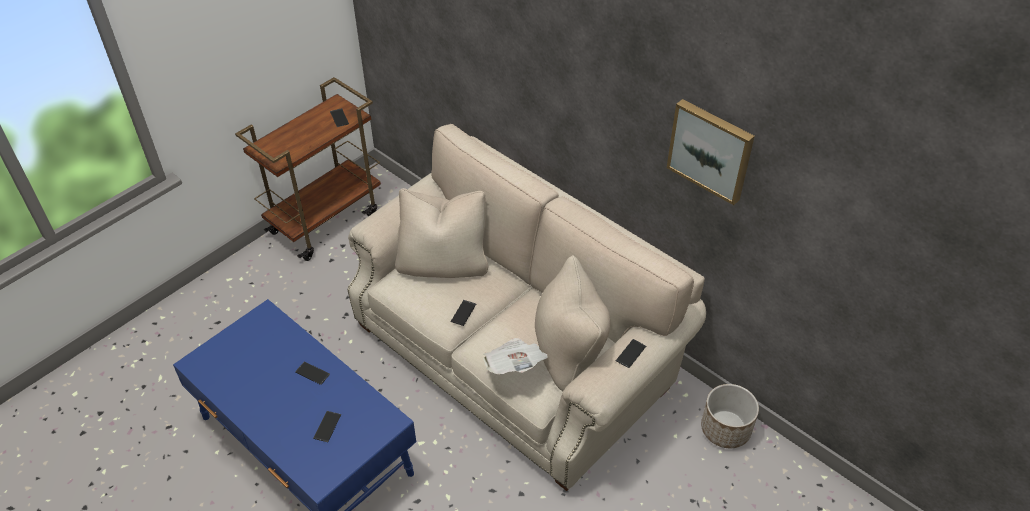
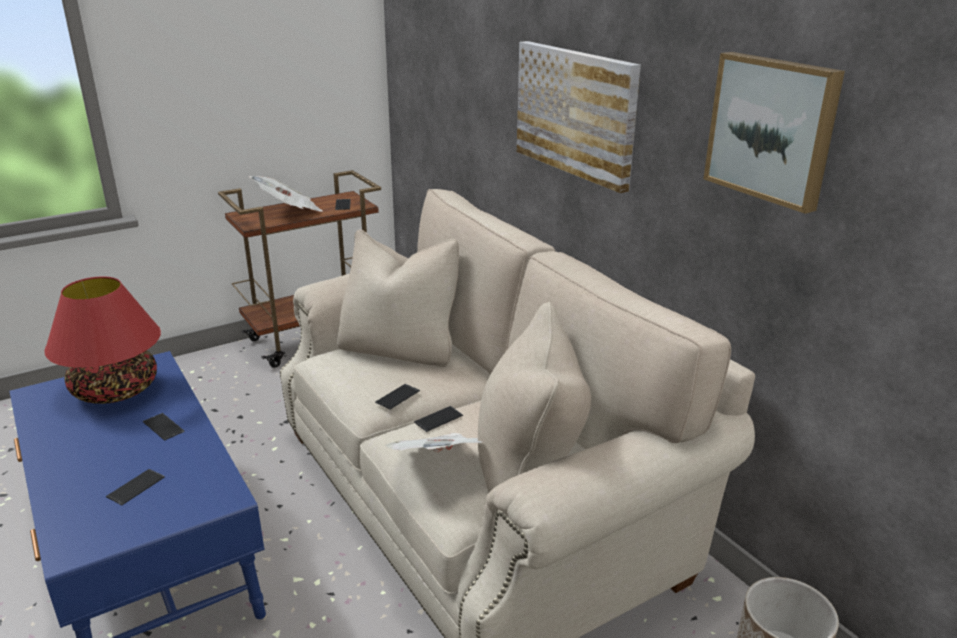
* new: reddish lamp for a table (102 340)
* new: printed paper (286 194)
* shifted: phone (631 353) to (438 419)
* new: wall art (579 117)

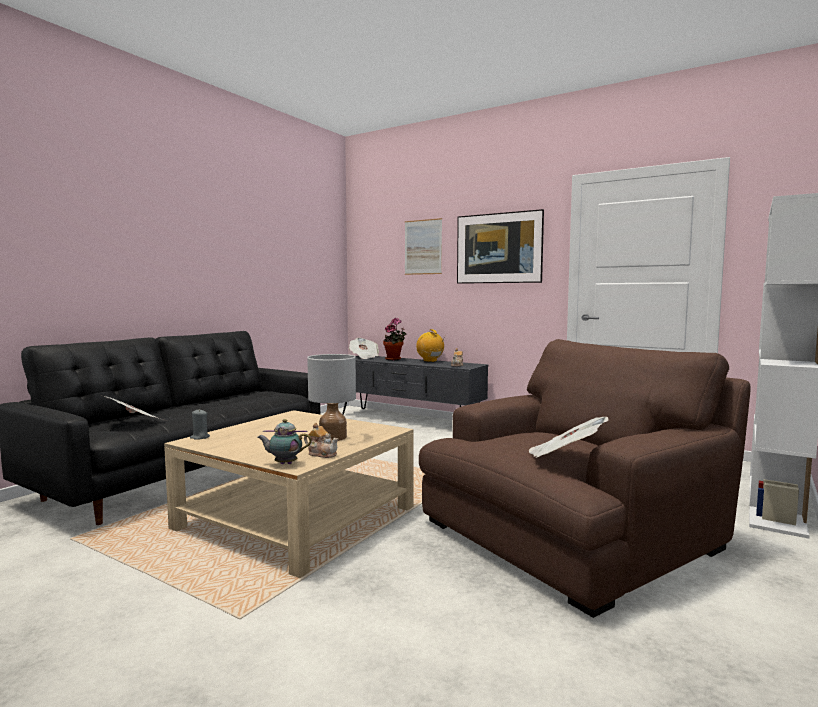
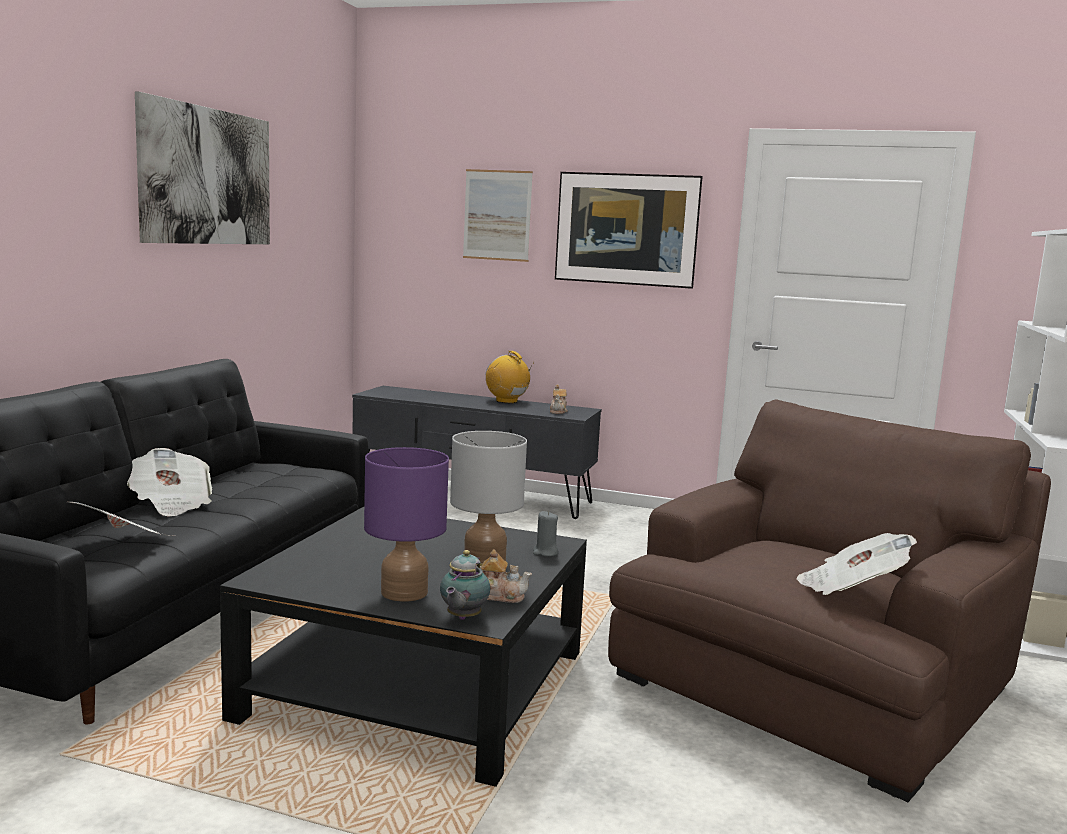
* shifted: printed paper (364 348) to (169 482)
* new: wall art (202 167)
* repainted: beige coffee table (288 494) to blackish coffee table (403 647)
* new: purple lamp for a table (406 524)
* rotated: pot for tea (284 441) = (465 585) 60 degrees counterclockwise
* shifted: gray wax light (200 425) to (546 533)
* gone: plant in a pot (395 339)

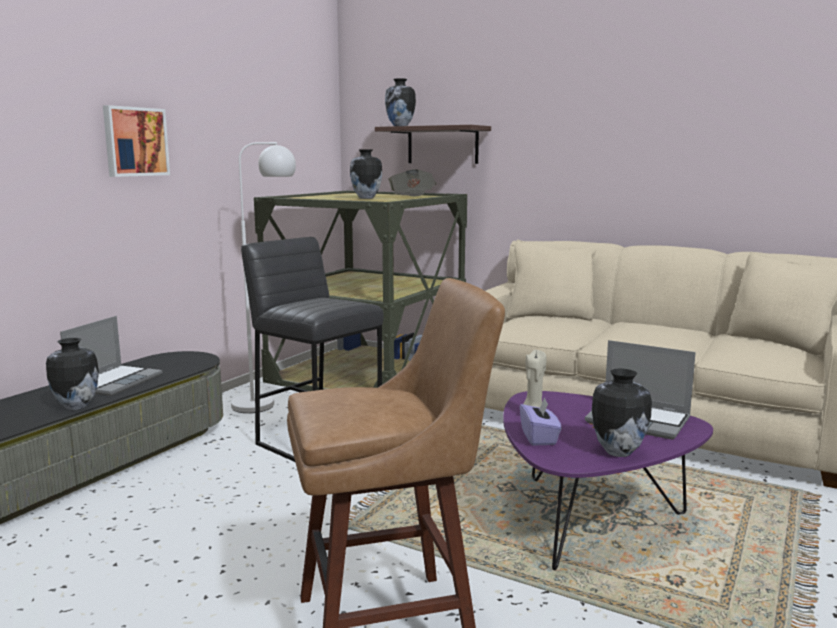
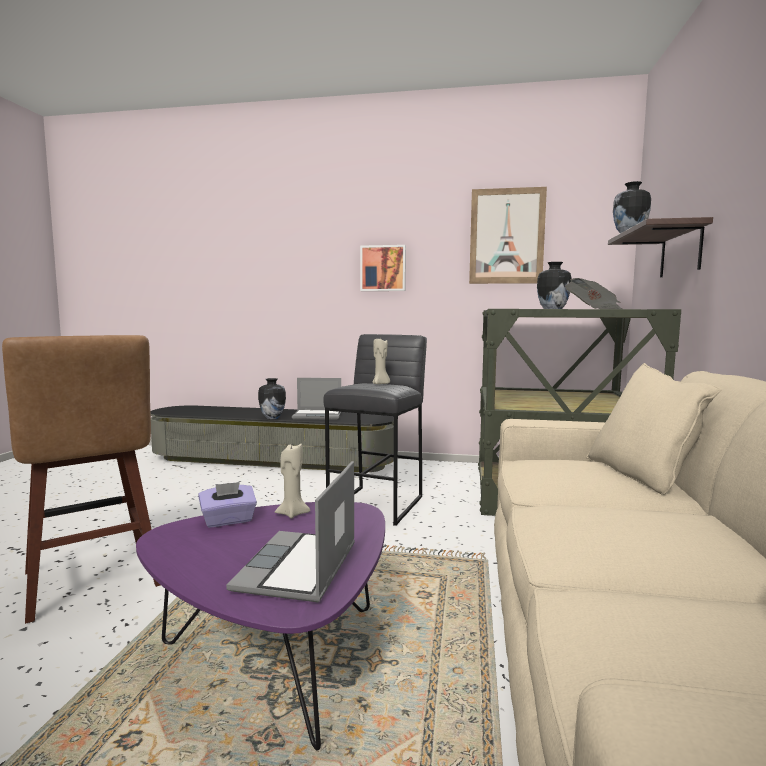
* new: beige wax light (381 361)
* new: wall art (508 235)
* gone: whitish standard lamp (263 277)
* gone: decorative vase (622 413)

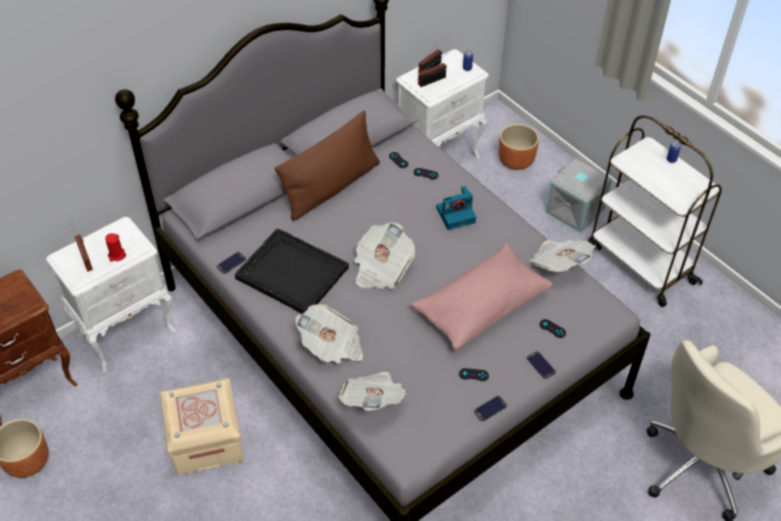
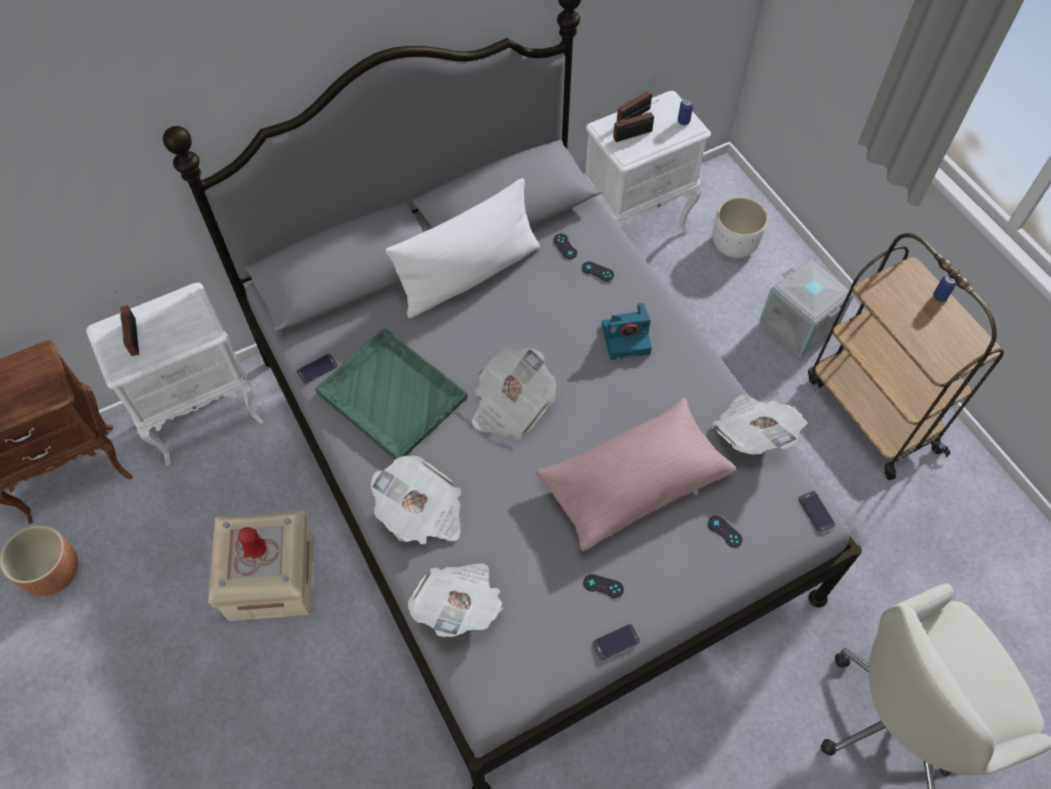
* shifted: reddish wax light (115 247) to (252 542)
* repainted: blackish carrying tray (291 271) to greenish carrying tray (391 394)
* repainted: brownish cushion (327 166) to whitish cushion (462 248)
* repainted: brownish plant pot (519 147) to whitish plant pot (740 227)
* shifted: phone (541 365) to (816 511)
* repainted: whitish cart (655 211) to brownish cart (906 356)

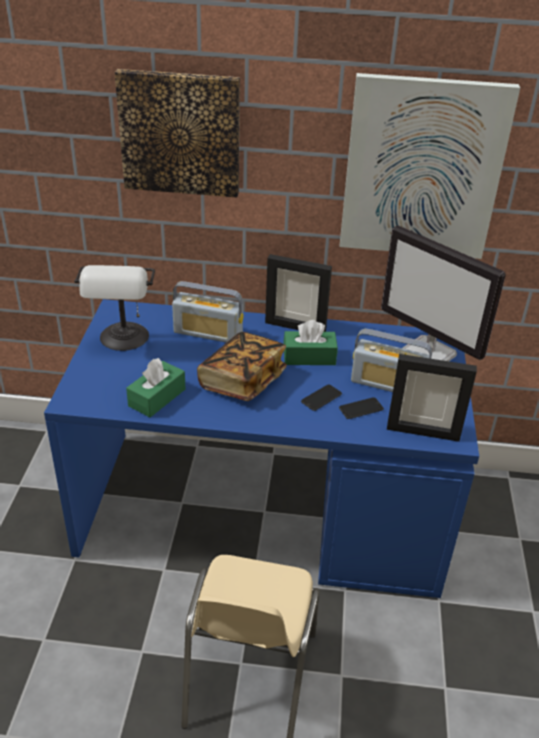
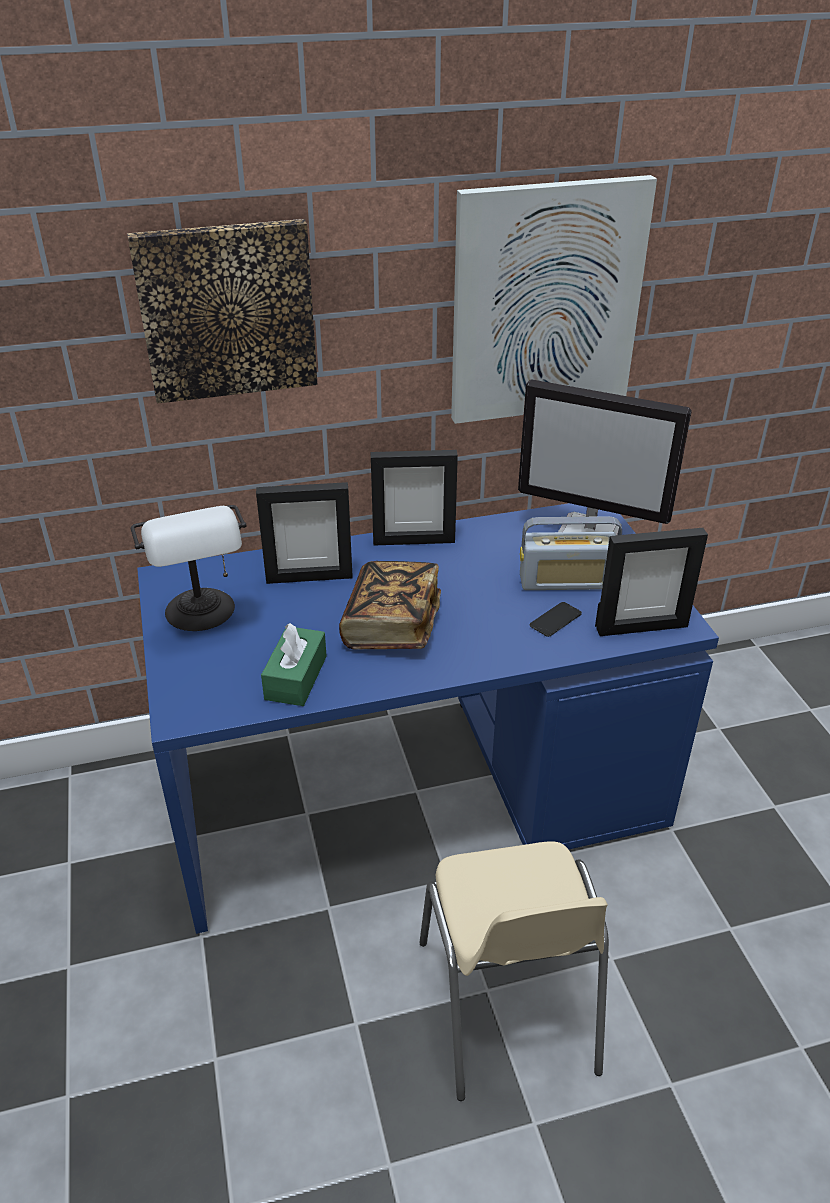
* swapped: radio receiver (208 312) to photo frame (304 533)
* gone: greenish tissue holder (310 342)
* gone: phone (321 397)

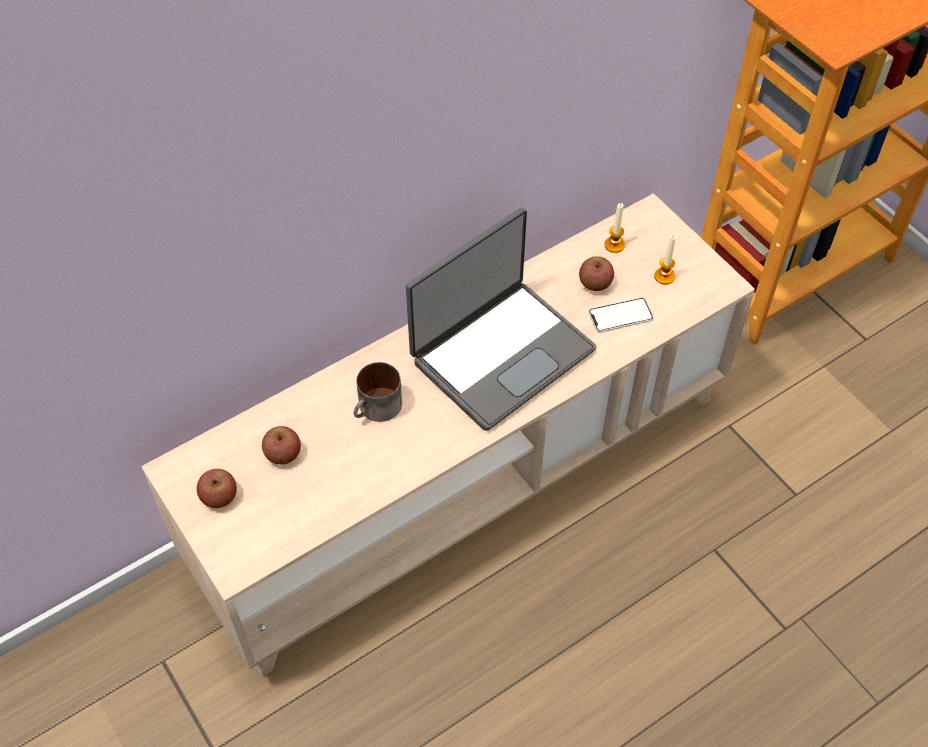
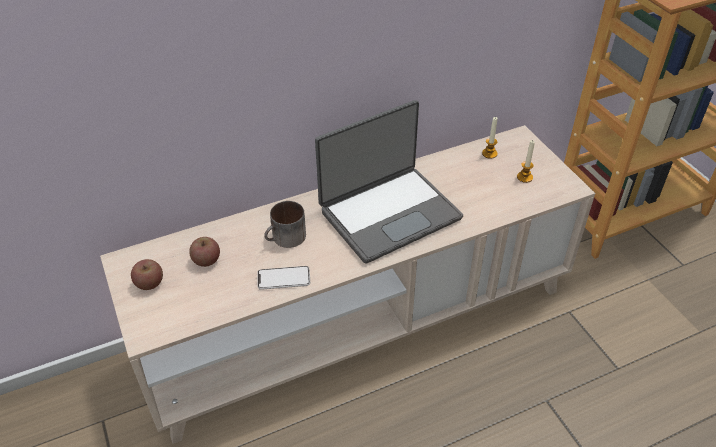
* shifted: phone (621 315) to (283 278)
* gone: apple fruit (596 273)

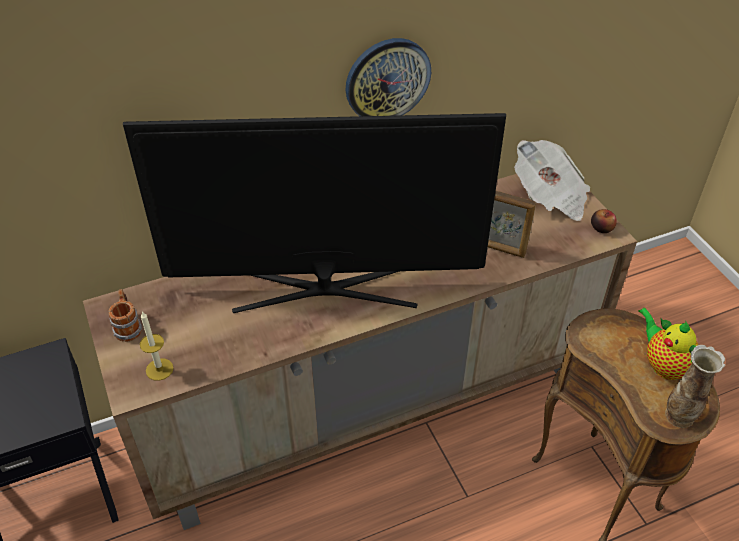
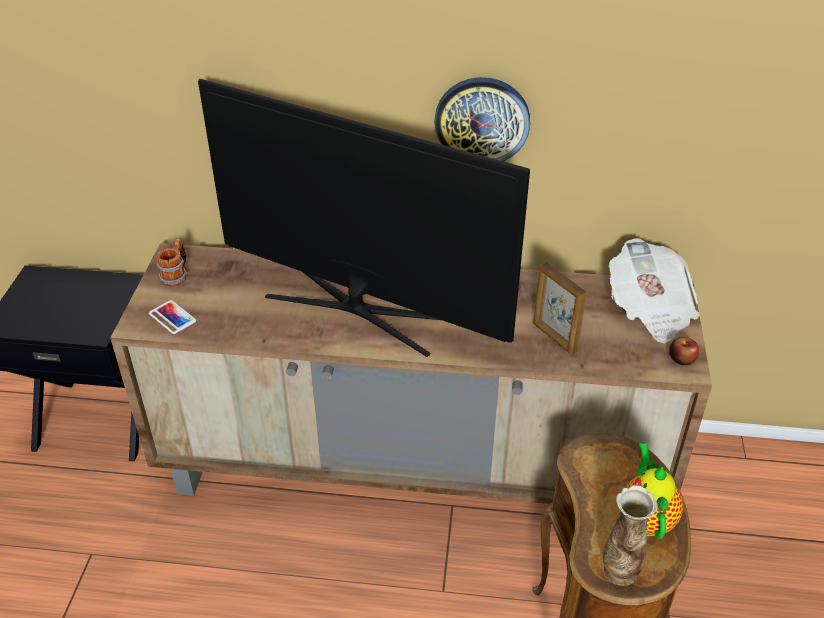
* swapped: wax light (156 346) to phone (172 317)

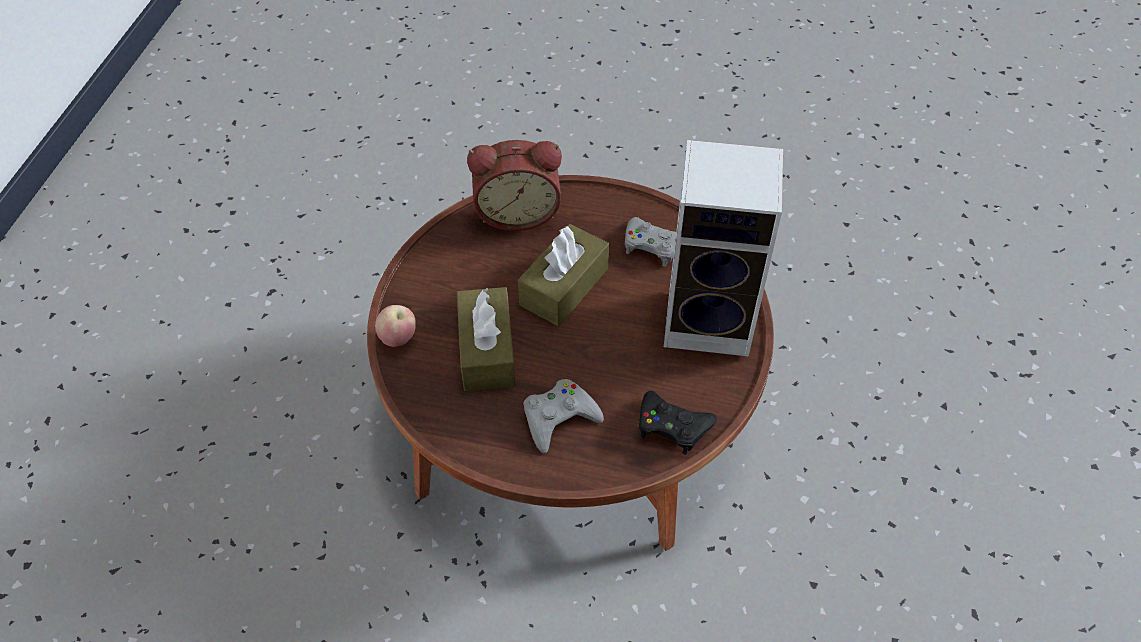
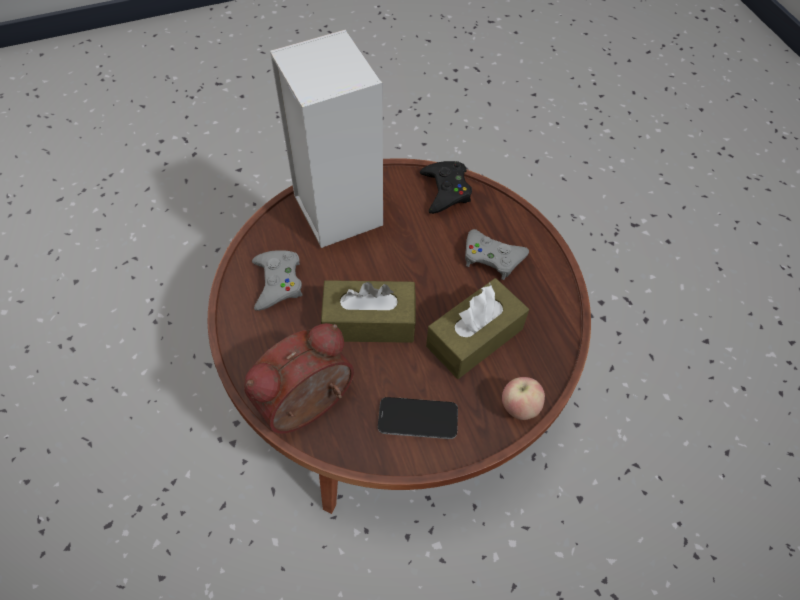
* rotated: alarm clock (514 185) = (299 378) 90 degrees counterclockwise
* new: phone (418 418)

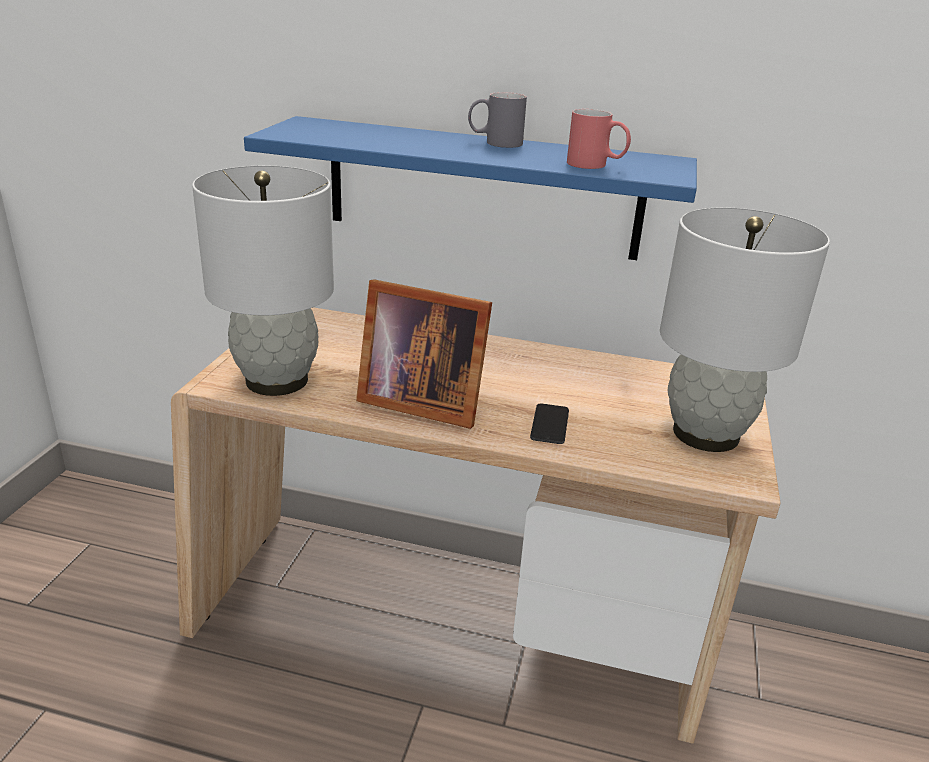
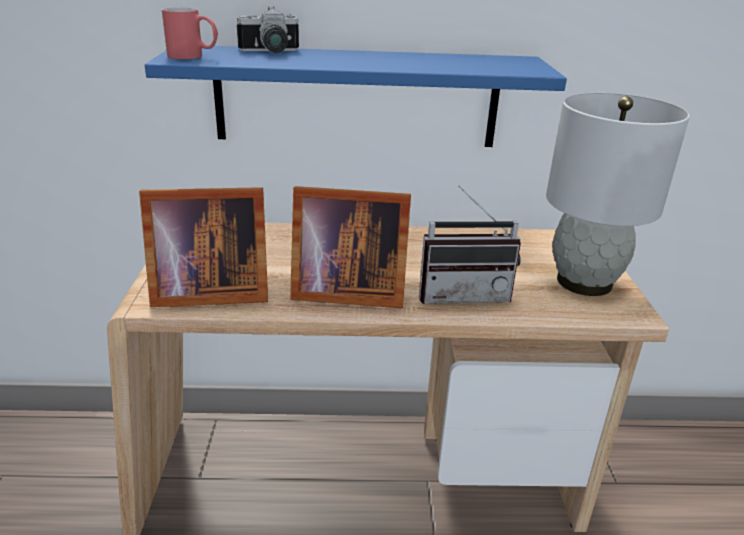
* swapped: whitish lamp for a table (263 281) to photo frame (203 247)
* shifted: reddish tea mug (599 139) to (190 33)
* new: photo camera (268 29)
* swapped: phone (549 423) to radio receiver (470 245)
* gone: gray tea mug (497 120)

